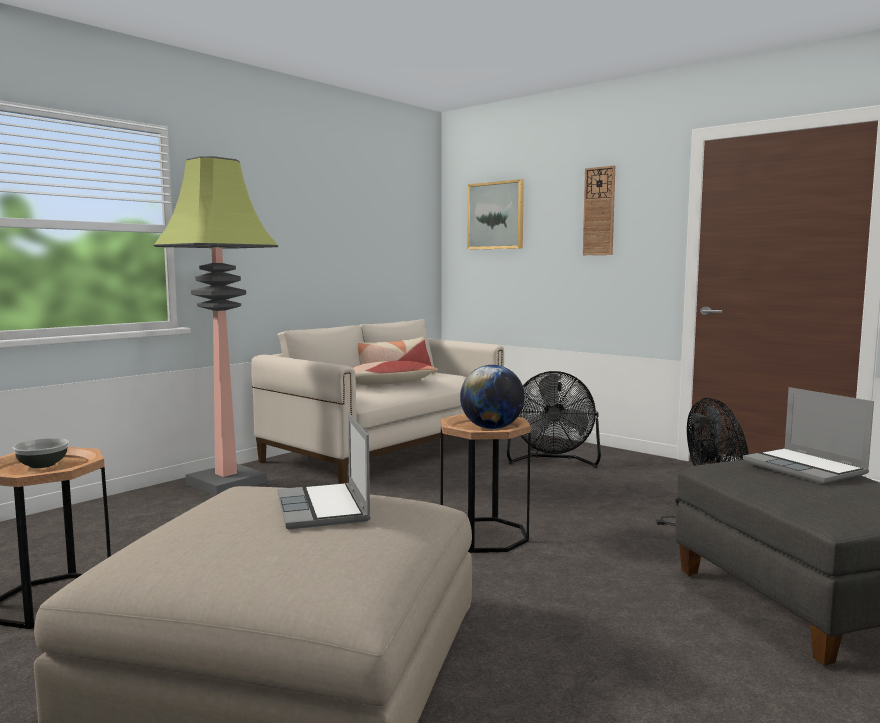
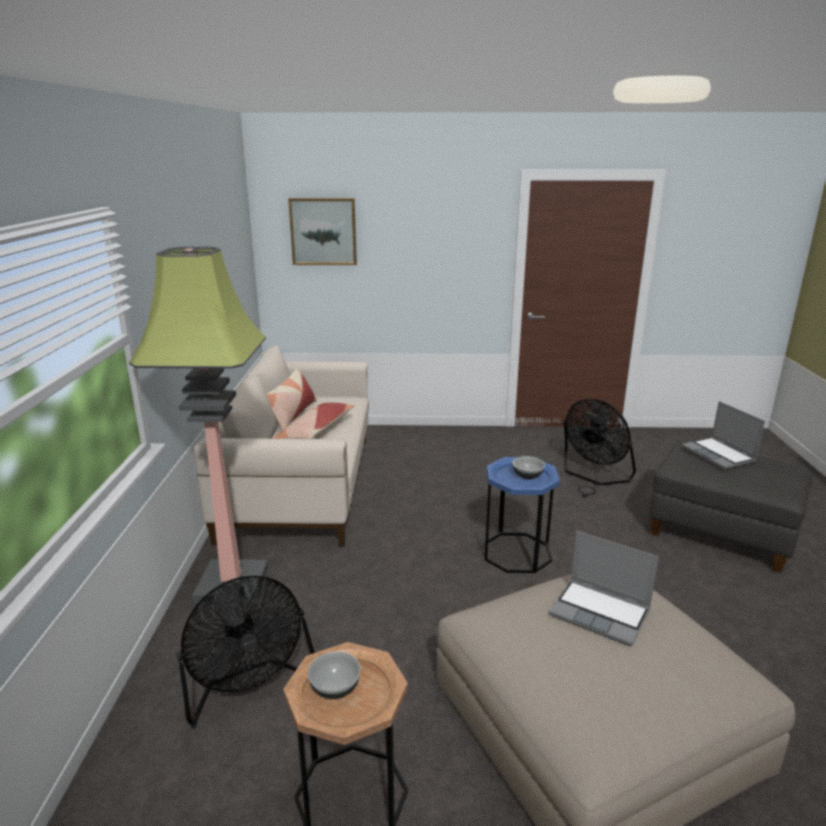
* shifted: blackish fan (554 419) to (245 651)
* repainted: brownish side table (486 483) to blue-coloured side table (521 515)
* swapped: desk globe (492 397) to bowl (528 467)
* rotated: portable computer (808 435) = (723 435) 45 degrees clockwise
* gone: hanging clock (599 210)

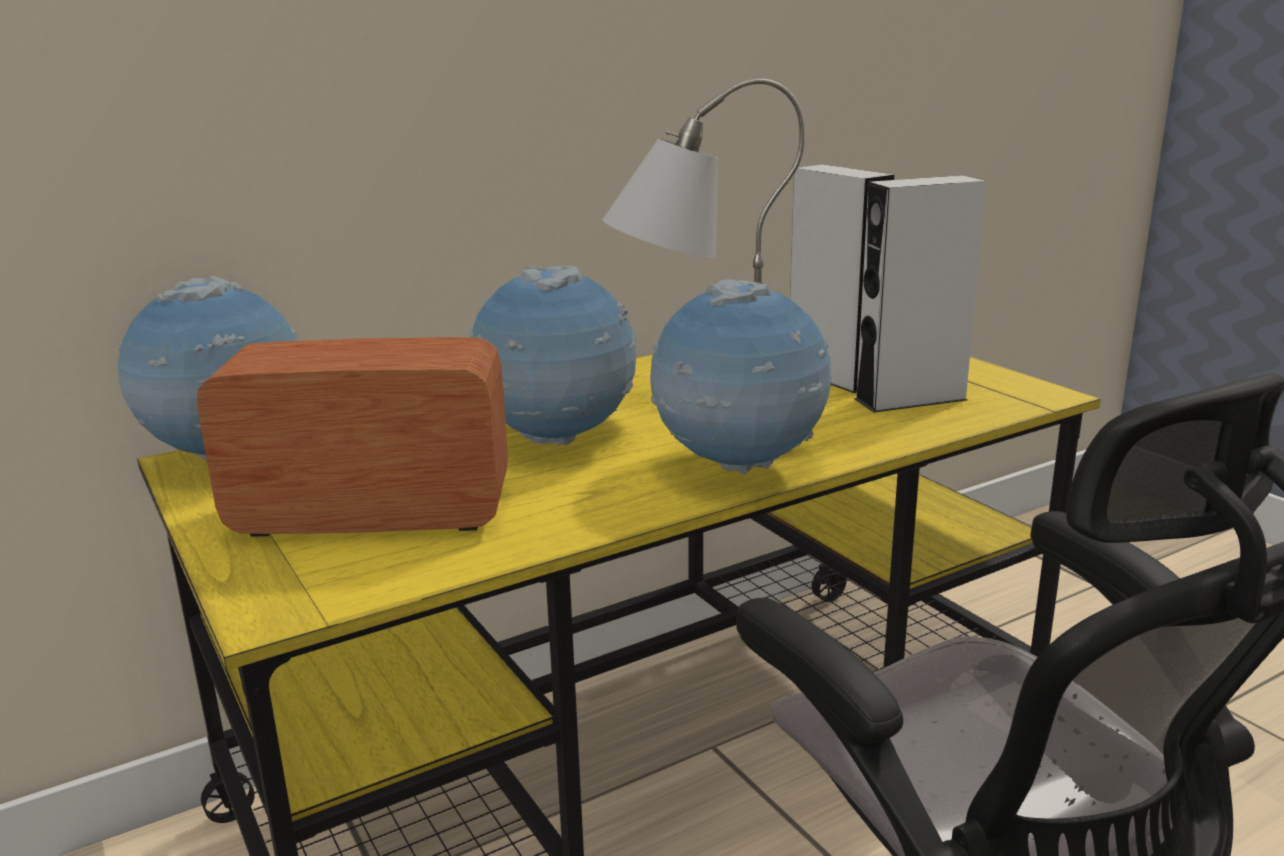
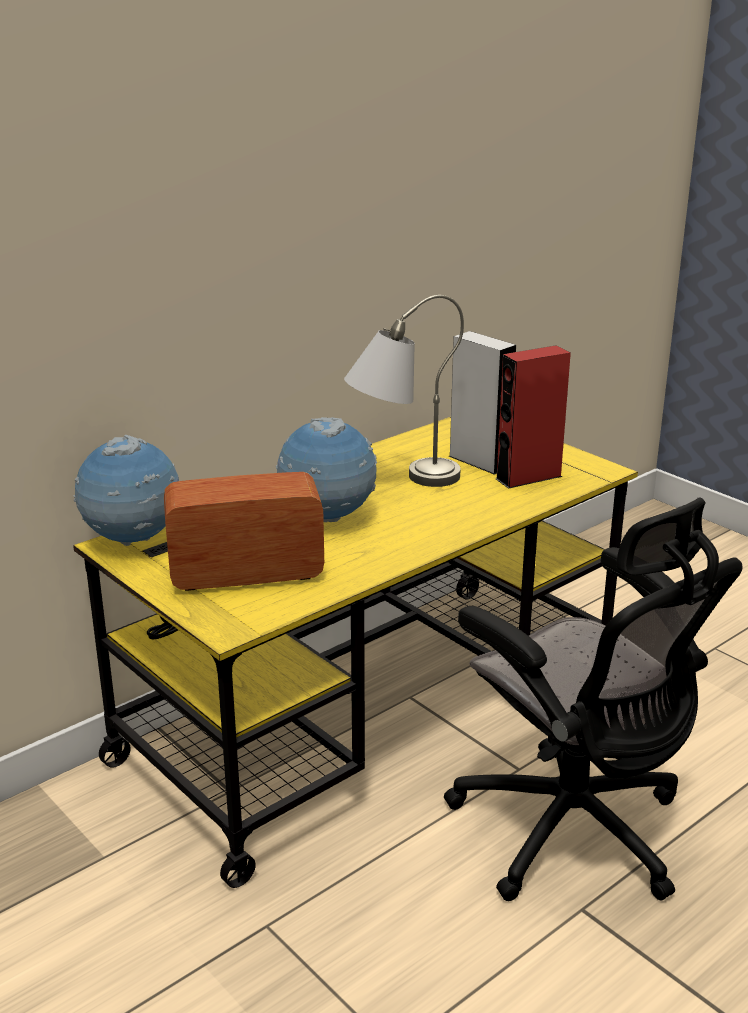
* repainted: gray speaker (920 293) to reddish speaker (533 417)
* gone: desk globe (740 377)

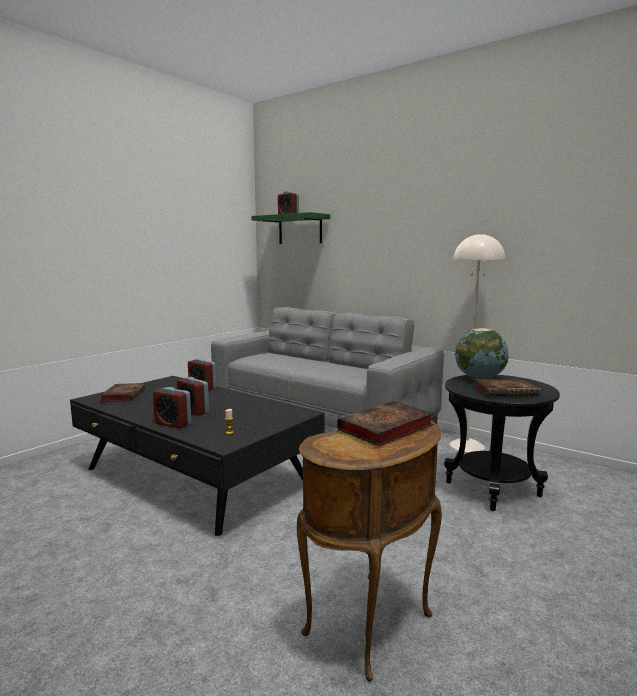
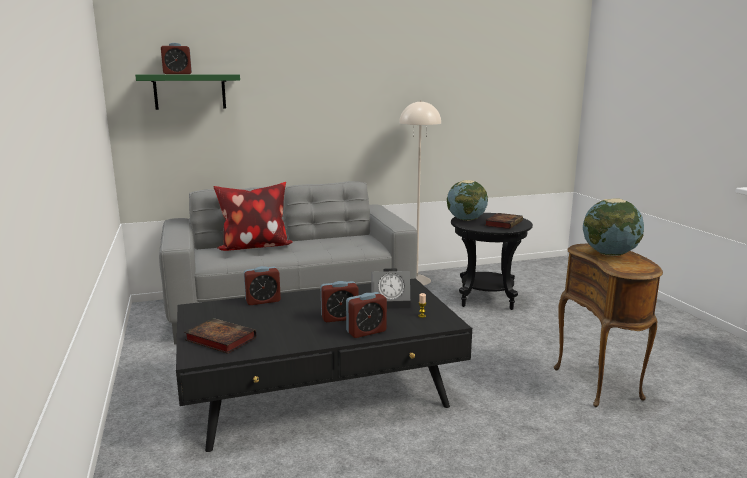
* new: cushion (253 216)
* new: alarm clock (391 288)
* swapped: bound book (385 424) to desk globe (613 227)

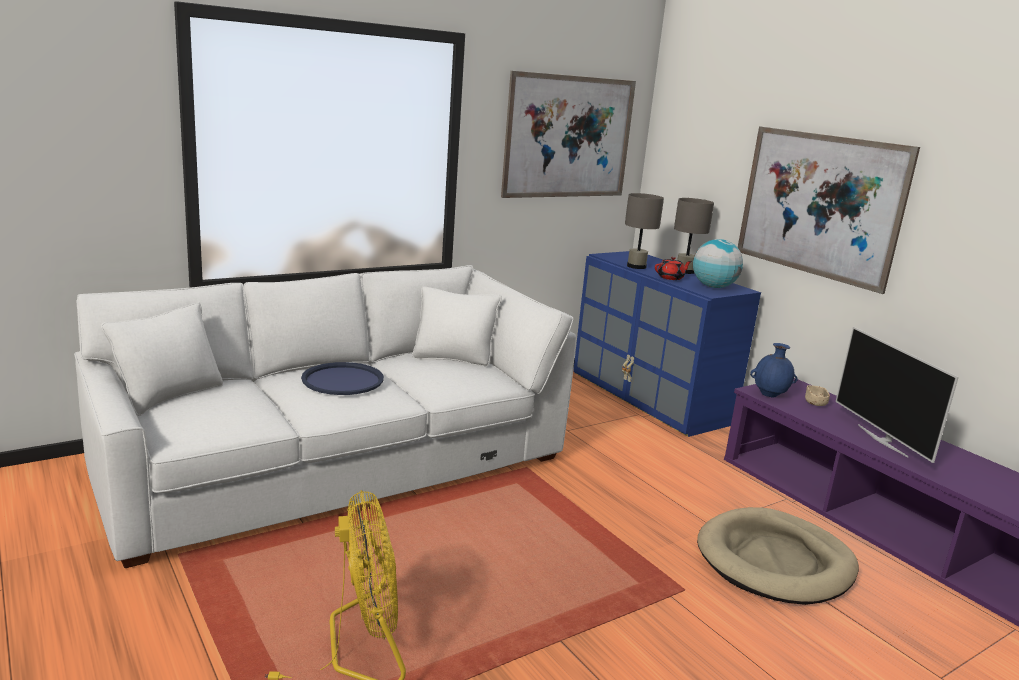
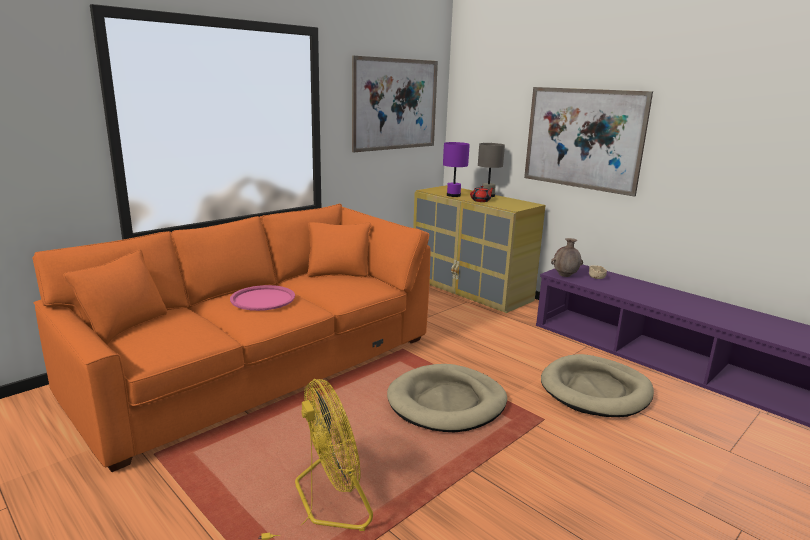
* repainted: whitish sofa (325 416) to orangey sofa (232 338)
* repainted: blue-coloured carrying tray (342 378) to pinkish carrying tray (262 298)
* new: beige dog bed (447 398)
* repainted: blue-coloured cupboard (667 344) to yellow cupboard (479 249)
* repainted: gray lamp for a table (644 231) to purple lamp for a table (456 169)
* repainted: blue-coloured decorative vase (774 370) to brownish decorative vase (567 257)
* gone: desk globe (718 263)
* gone: TV set (897 395)

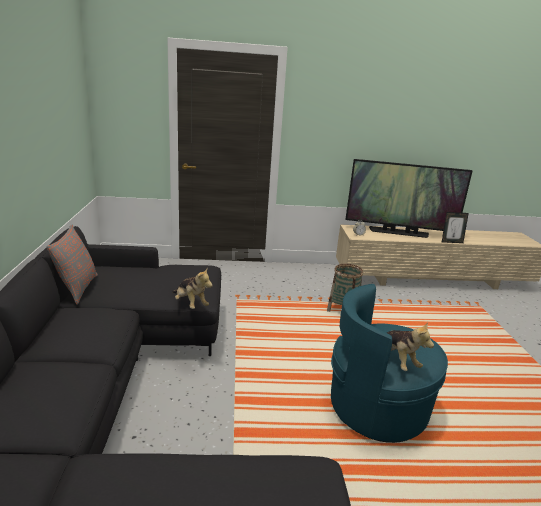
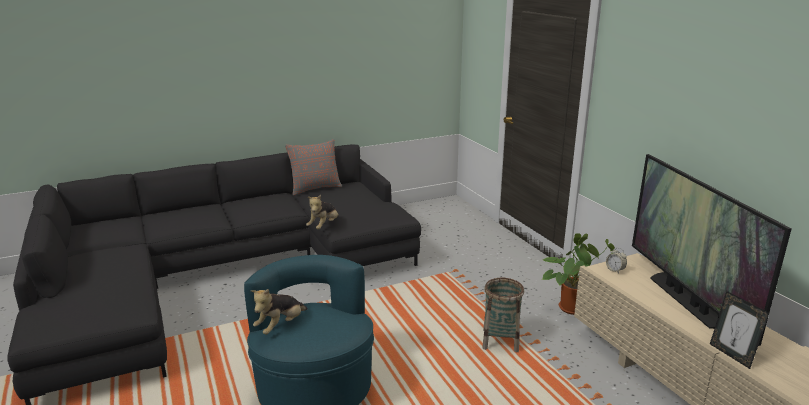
* new: plant in a pot (578 274)

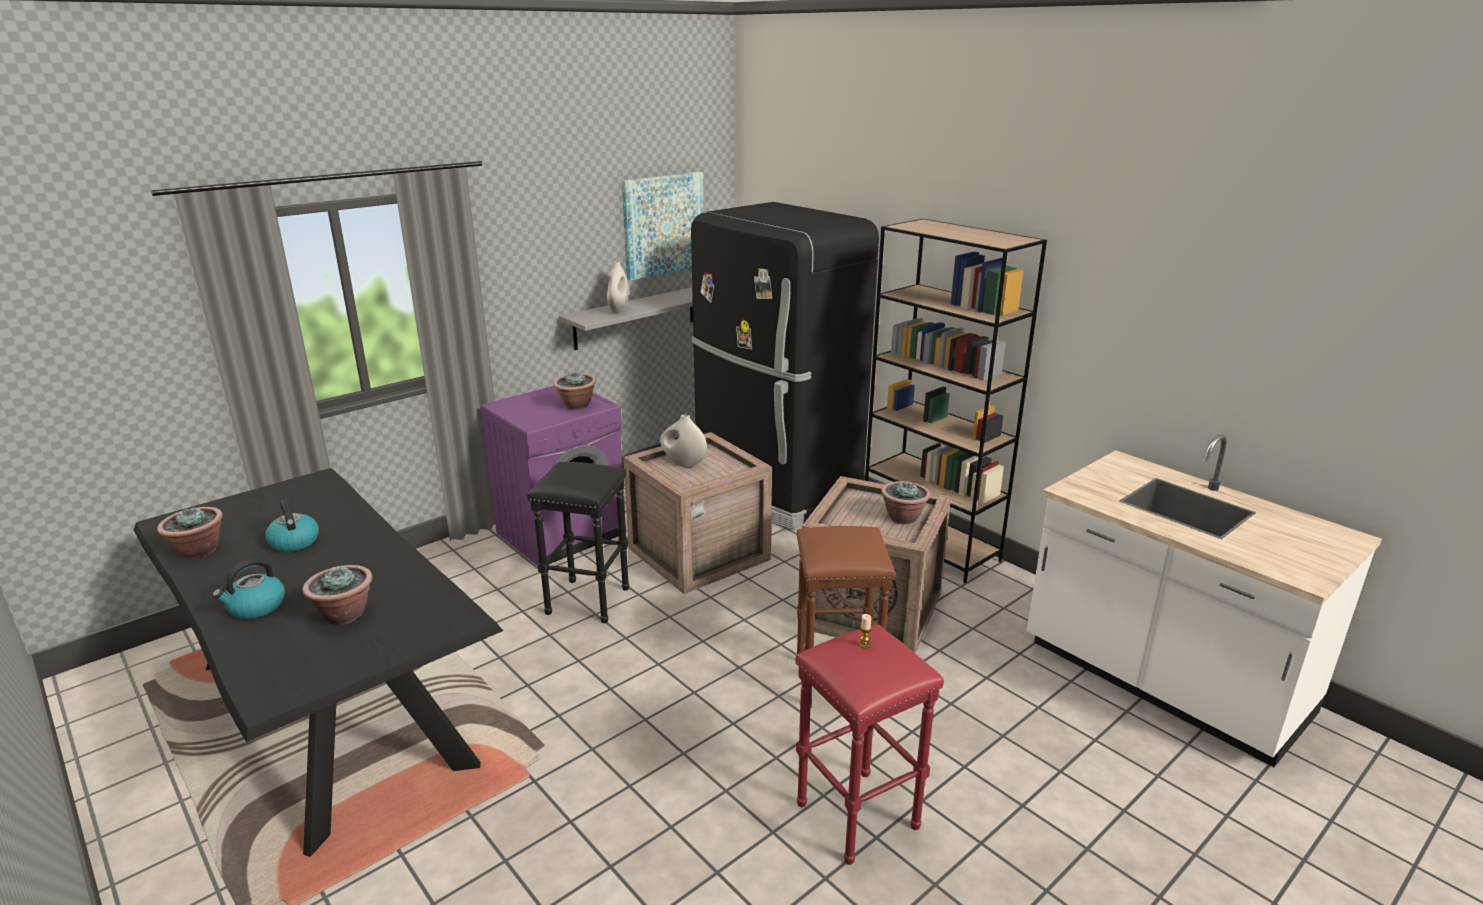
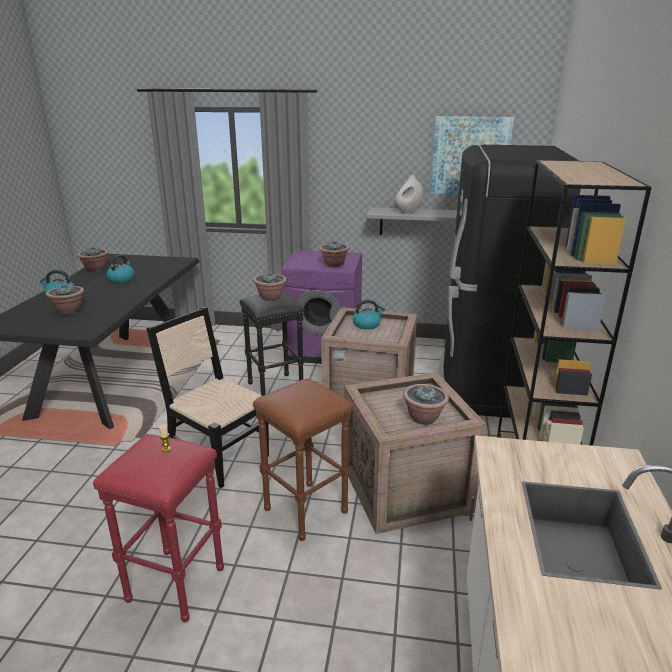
* new: upright chair (207 397)
* new: plant in a pot (270 286)
* swapped: whitish decorative vase (683 440) to water kettle (369 314)

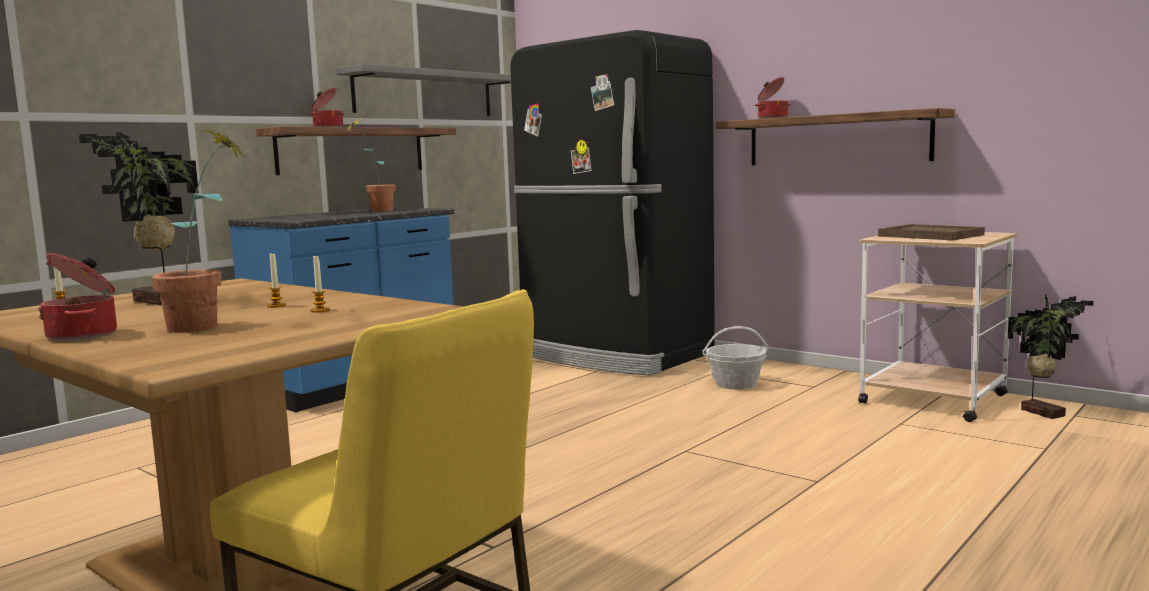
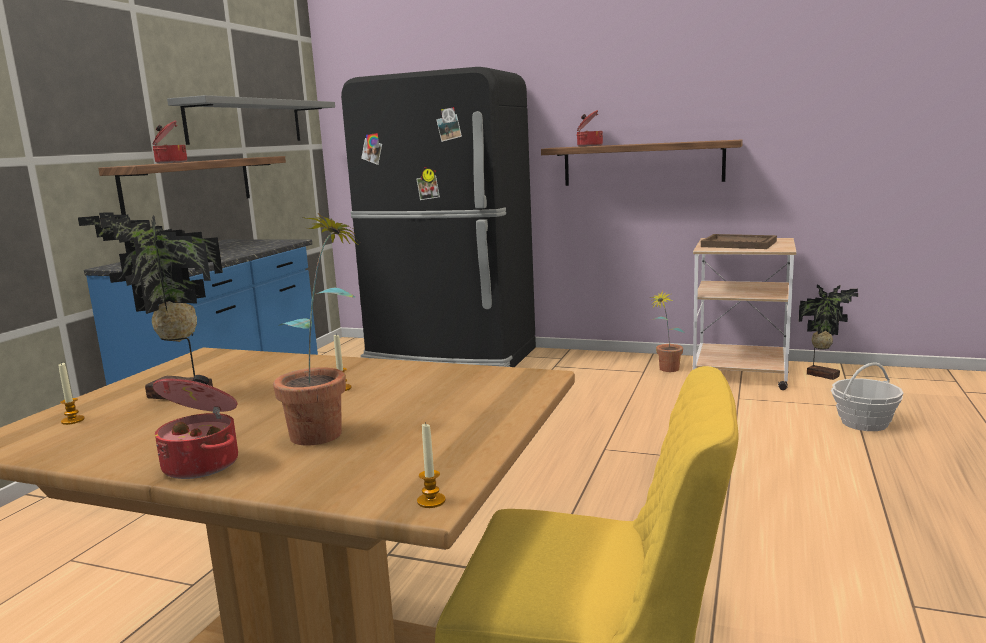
* shifted: wax light (320 284) to (431 465)
* shifted: plant in a pot (370 164) to (667 331)
* shifted: storage basket (735 358) to (867 396)

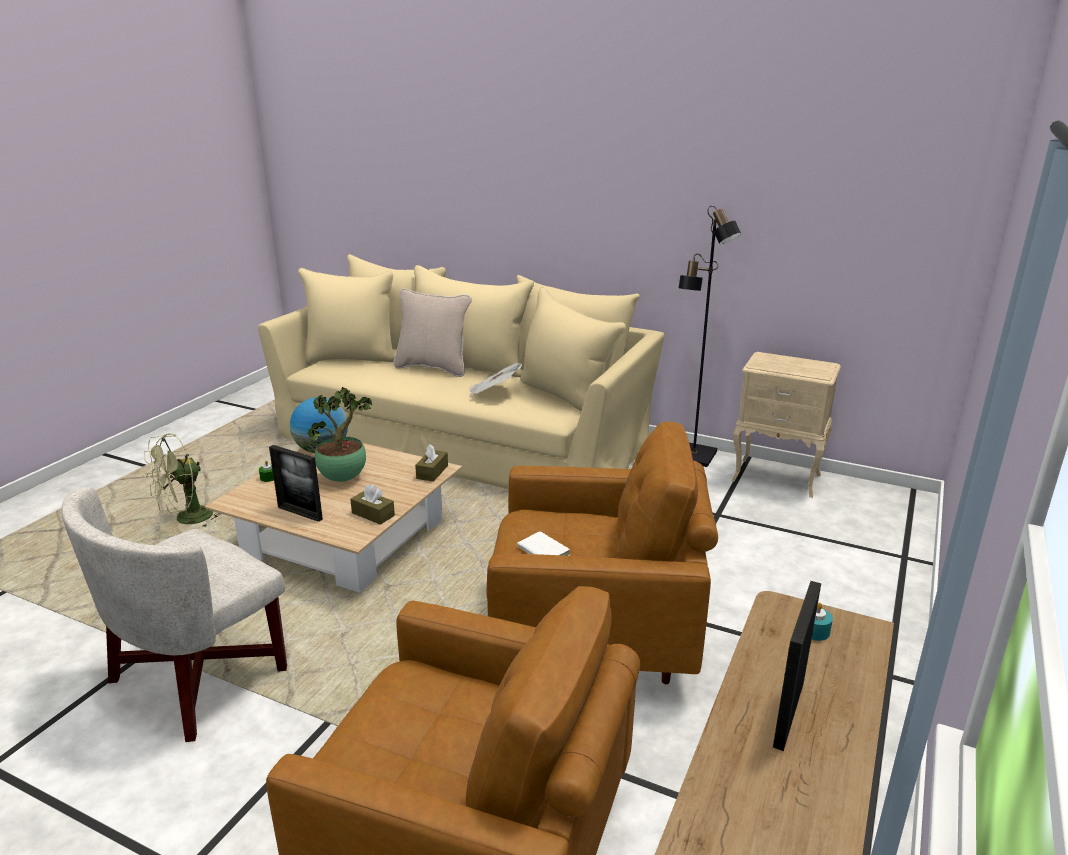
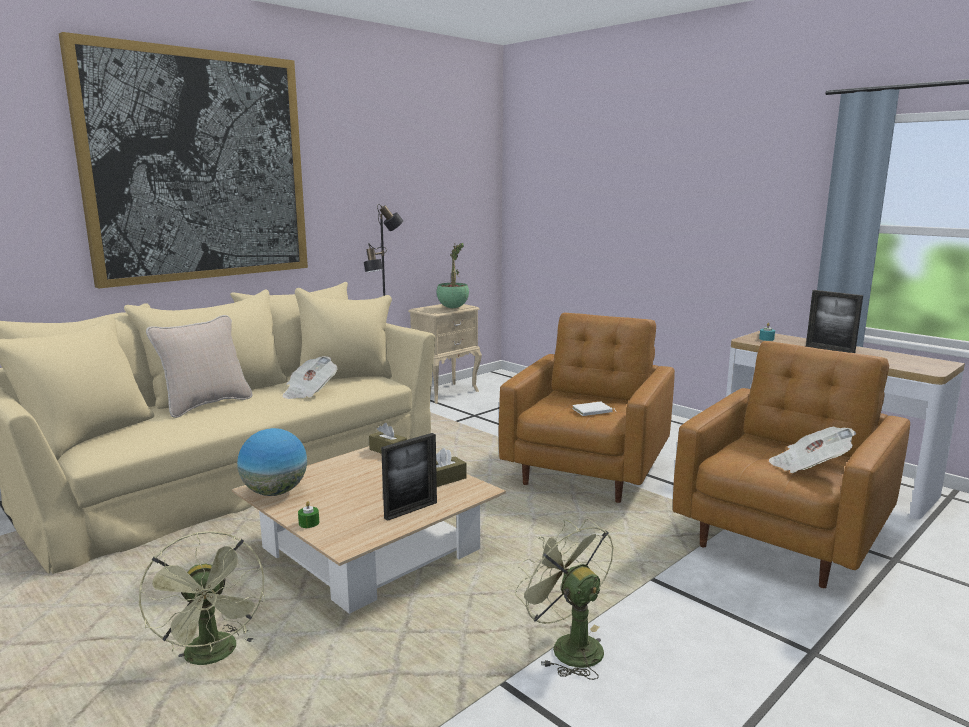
* new: wall art (183 160)
* shifted: plant in a pot (340 434) to (453 275)
* swapped: whitish easy chair (174 614) to greenish fan (564 599)
* new: printed paper (812 450)

